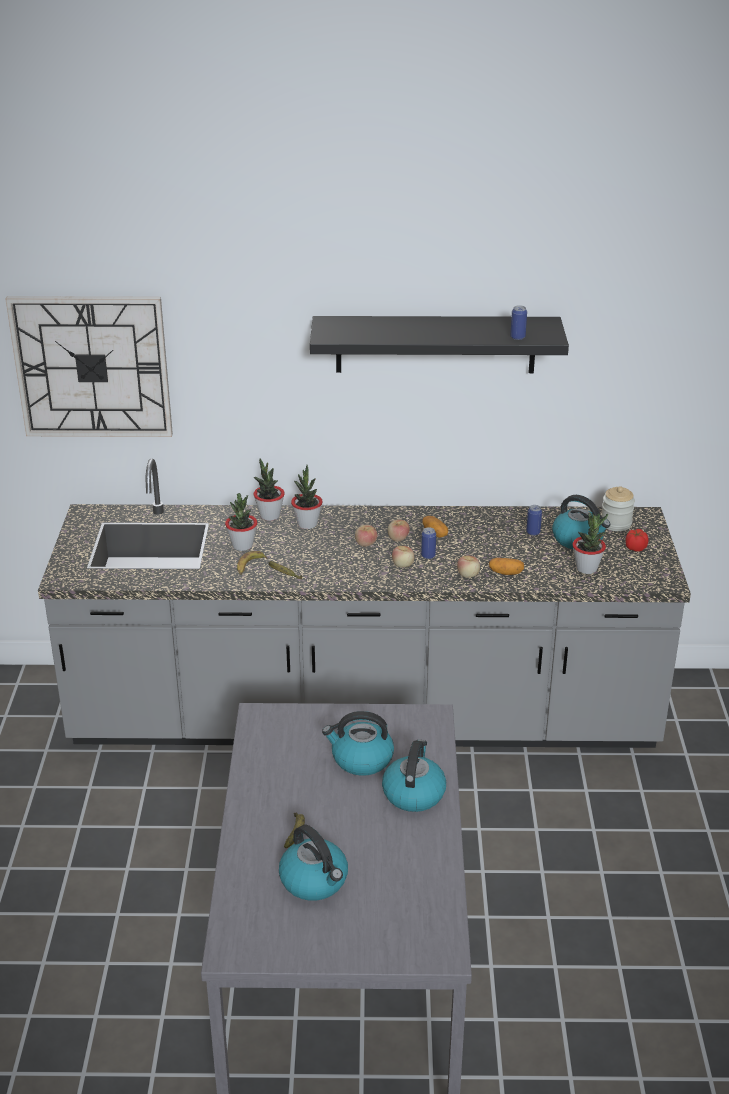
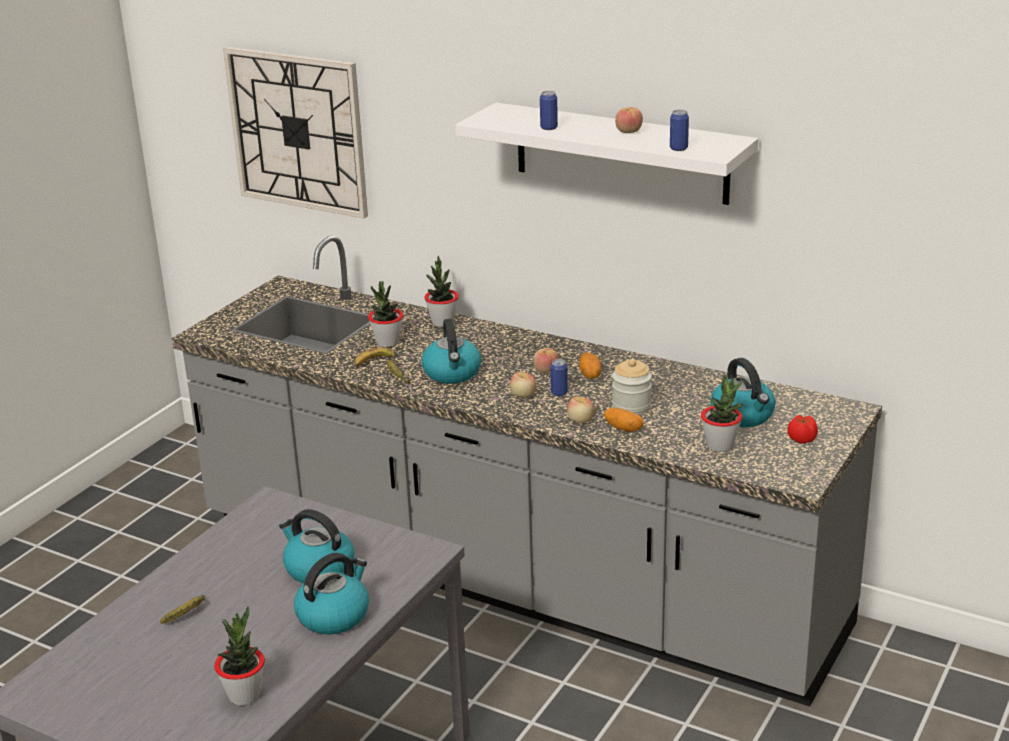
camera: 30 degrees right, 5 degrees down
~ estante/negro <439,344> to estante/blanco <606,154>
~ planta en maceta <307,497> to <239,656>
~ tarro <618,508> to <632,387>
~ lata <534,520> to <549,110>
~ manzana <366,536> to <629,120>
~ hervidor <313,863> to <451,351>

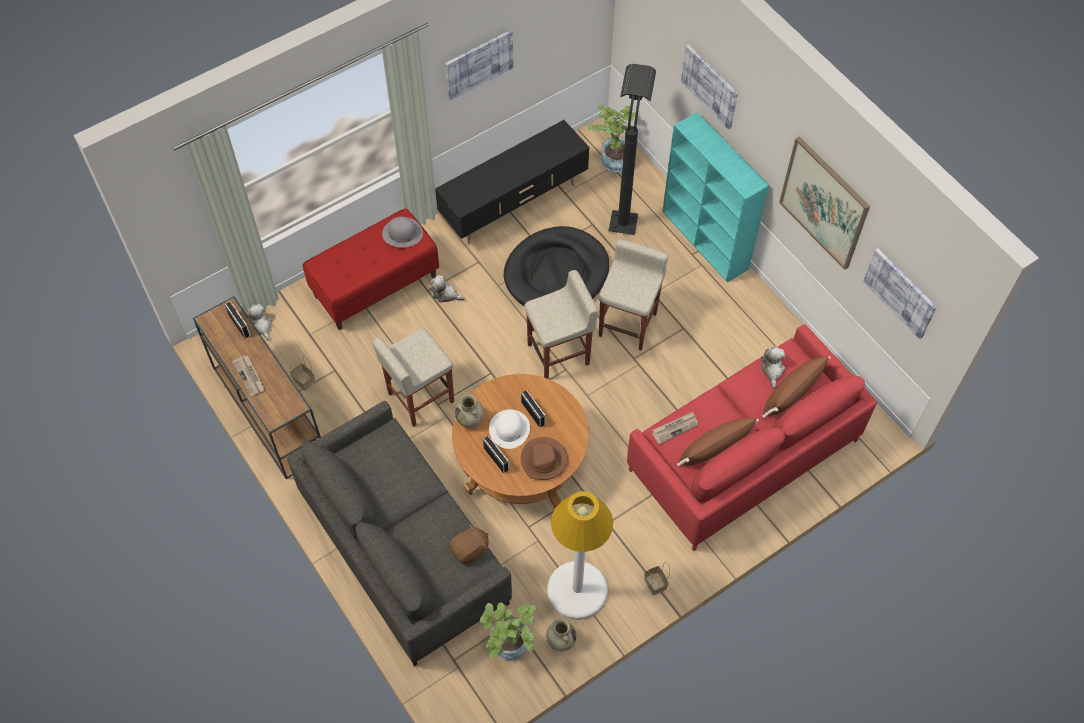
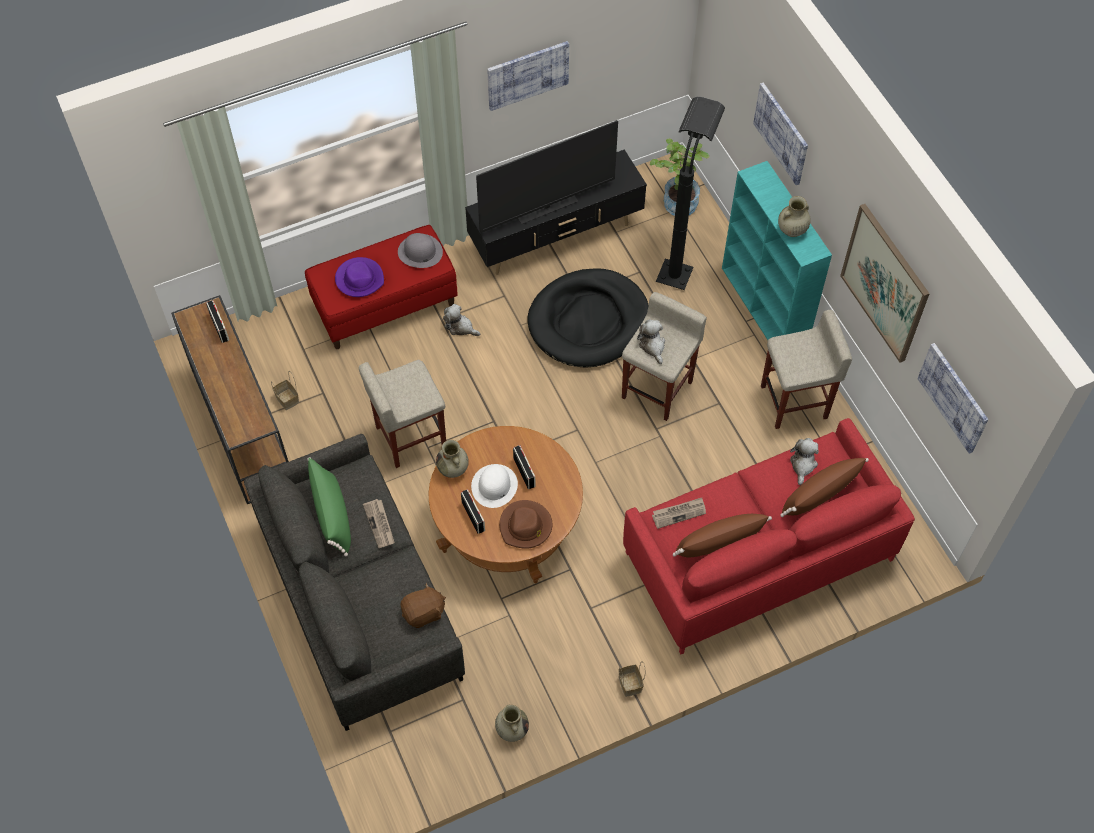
camera: 10 degrees right, 0 degrees up
~ taburete/beis <561,324> to <806,369>
~ peluche <259,322> to <651,341>
~ periódico <248,375> to <379,523>
- lámpara de pie/blanco <580,555>
- planta en maceta <508,631>
+ televisor <547,176>
+ florero/beis <794,216>
+ sombrero/morado <359,277>
+ cojín/verde <329,506>

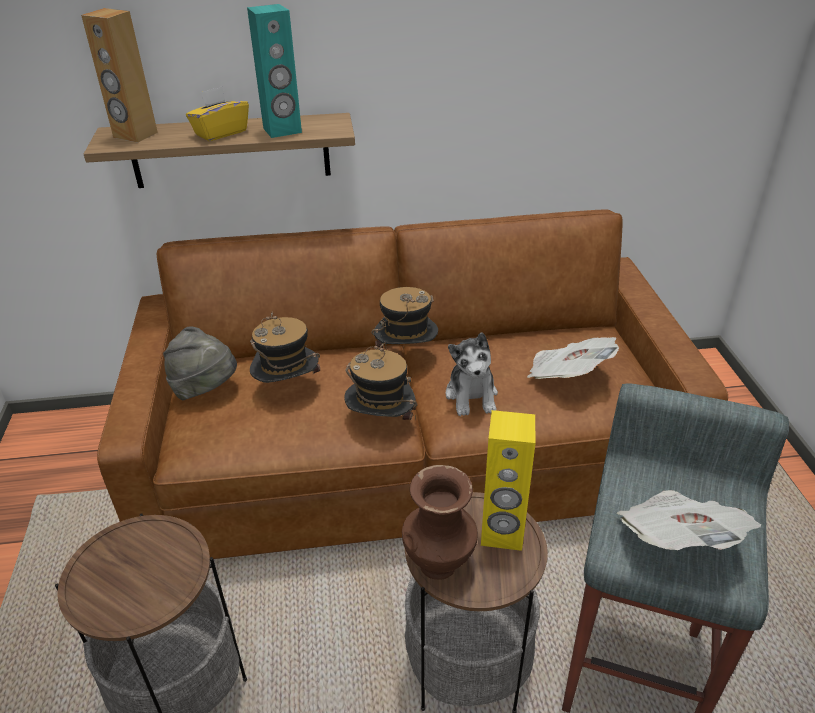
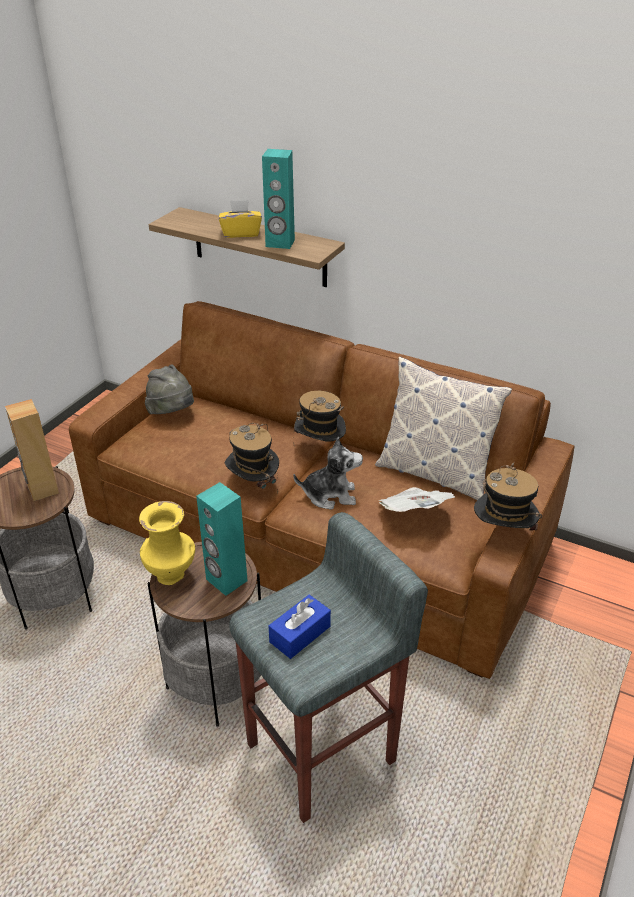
camera: 35 degrees right, 0 degrees up
~ altavoz/marrón <119,75> to <32,450>
~ sombrero <285,347> to <508,496>
~ peluche <472,374> = <328,473> 120 degrees counterclockwise
~ altavoz/amarillo <508,480> to altavoz/turquesa <222,539>
~ florero/marrón <440,522> to florero/amarillo <167,543>
~ periódico <689,520> to caja de pañuelos/azul <300,627>
+ cojín <443,428>

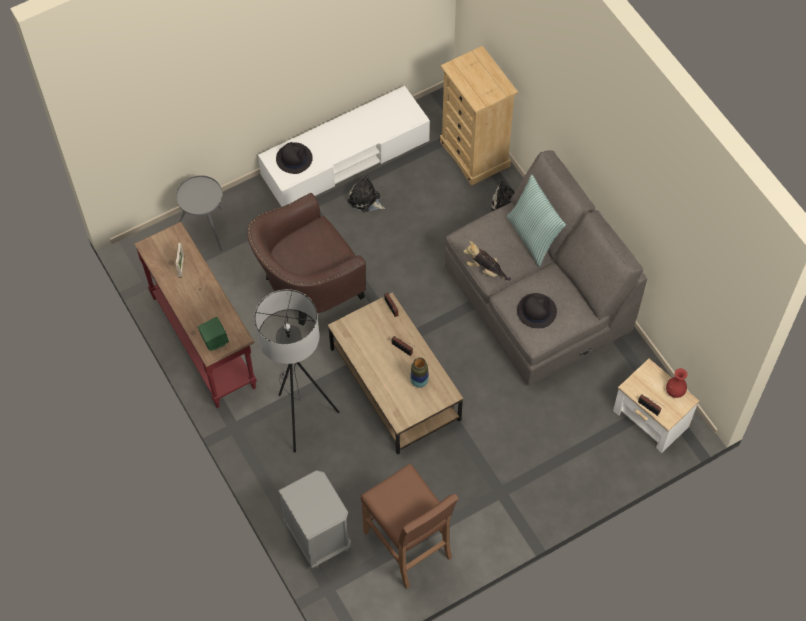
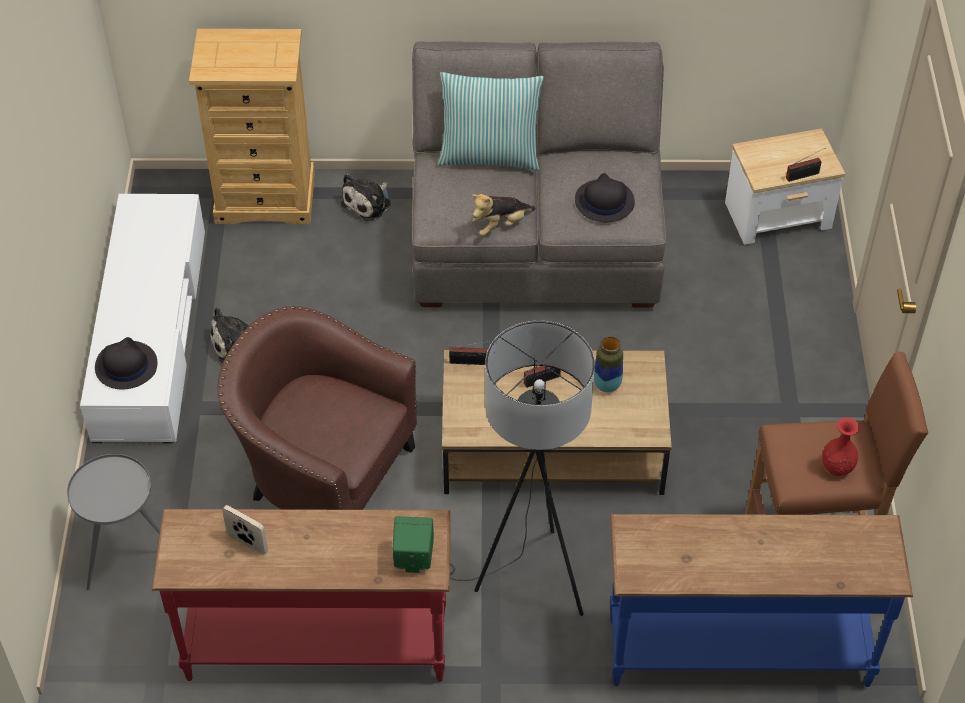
camera: 60 degrees left, 10 degrees down
~ sillón/marrón <306,259> = <317,408> 120 degrees clockwise
~ florero/rojo <676,383> to <840,447>
~ mesita de noche/gris <314,519> to mesa consola/azul <761,600>

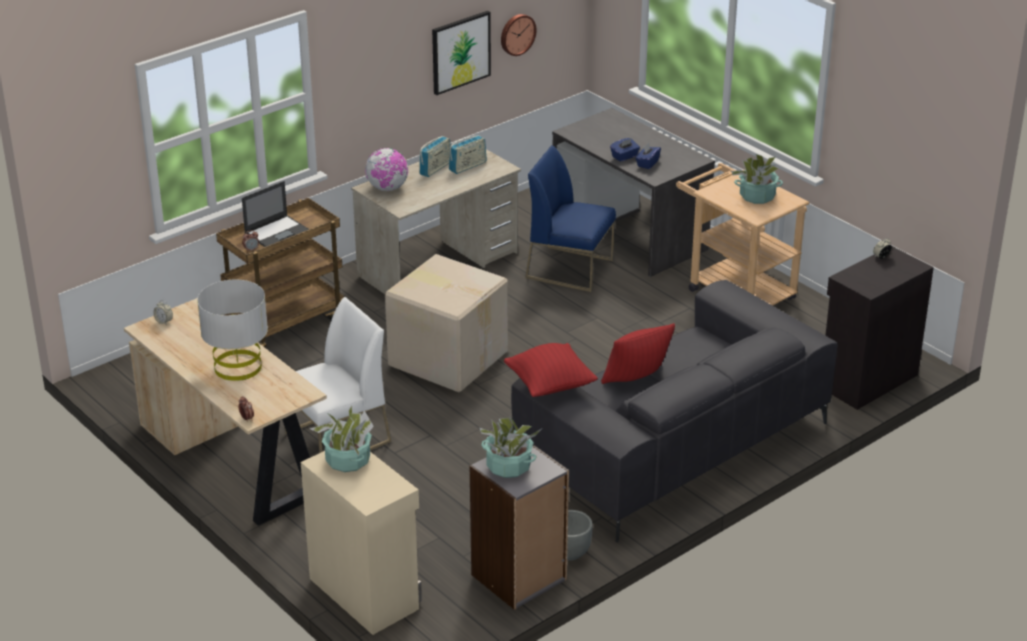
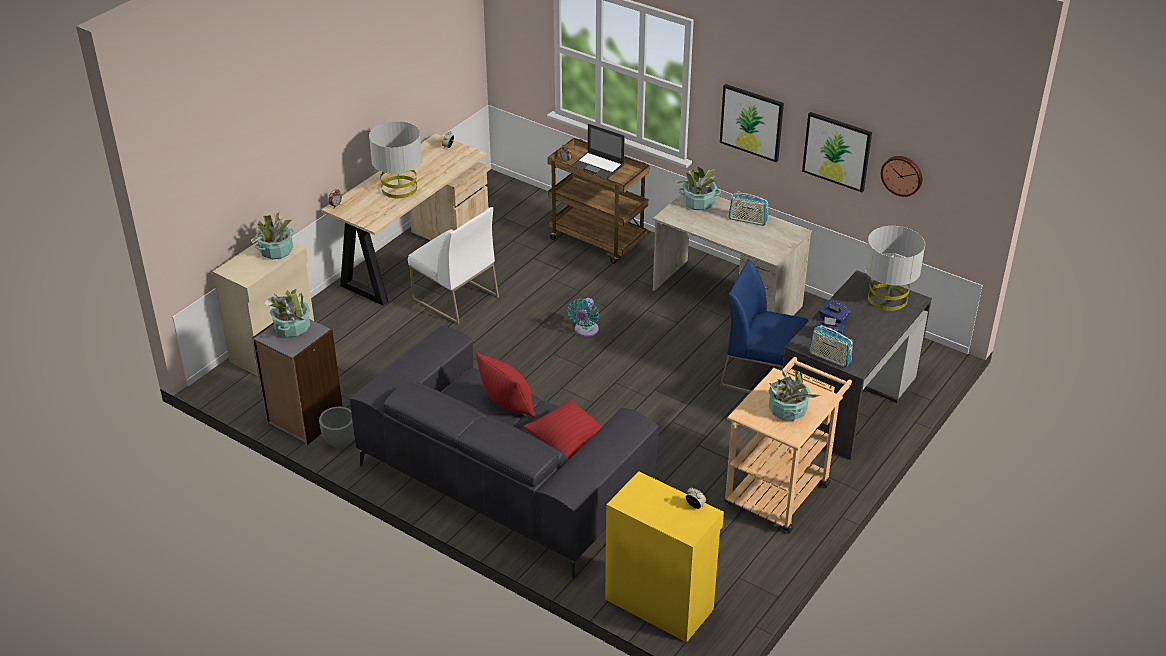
camera: 75 degrees right, 5 degrees up
~ radio <468,154> to <831,346>
~ silla/azul <570,218> = <764,326> 75 degrees counterclockwise
~ globo terráqueo <386,169> to planta en maceta <698,188>
~ armario/negro <879,328> to armario/amarillo <664,557>
~ caja de cartón <446,323> to ventilador/turquesa <583,317>
~ cojín/rojo <551,370> to <563,430>
+ cuadro <752,123>
+ lámpara de mesa/gris <894,268>

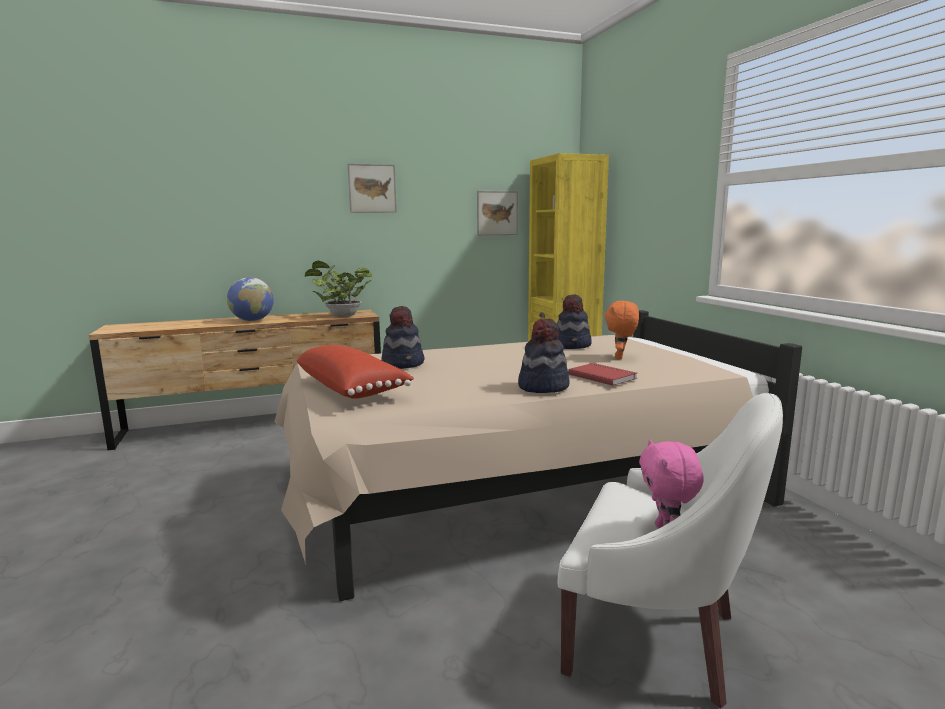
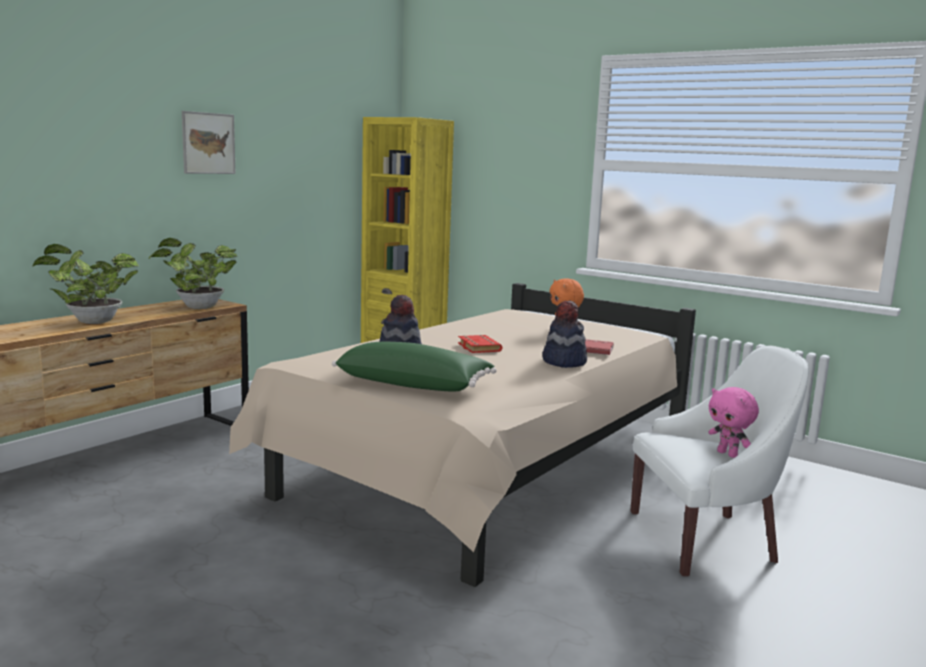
camera: 35 degrees left, 0 degrees up
- cuadro <497,213>
~ globo terráqueo <250,299> to planta en maceta <85,284>
- sombrero <574,321>
~ cojín/rojo <355,372> to cojín/verde <414,366>
+ libro/rojo <480,344>

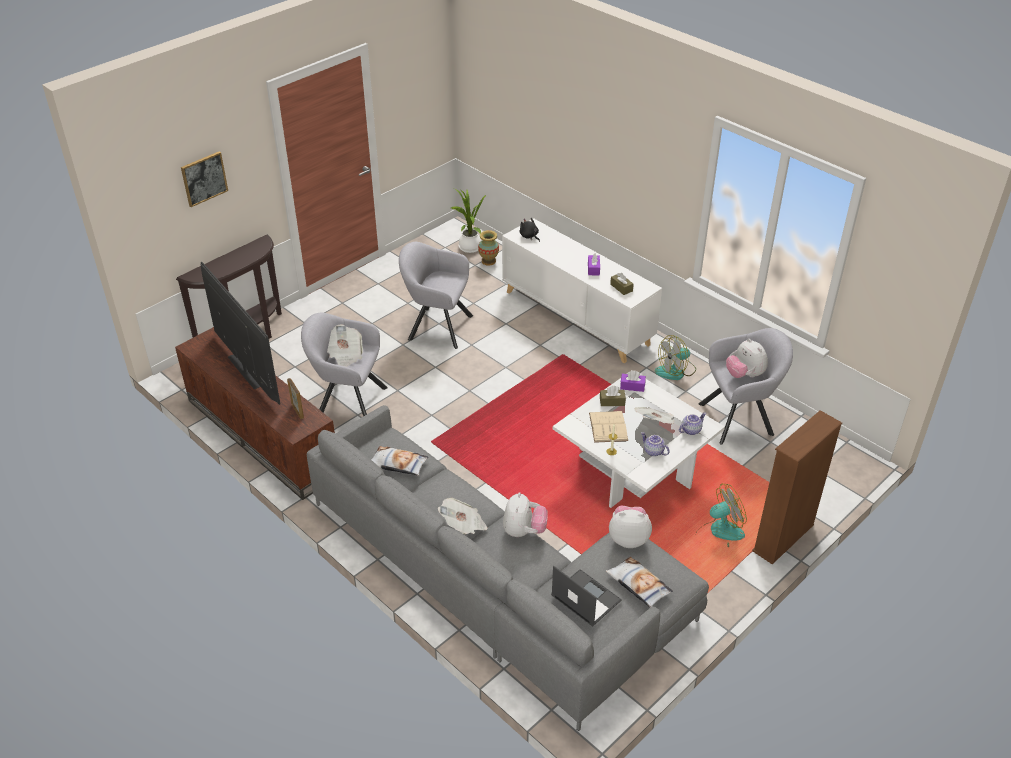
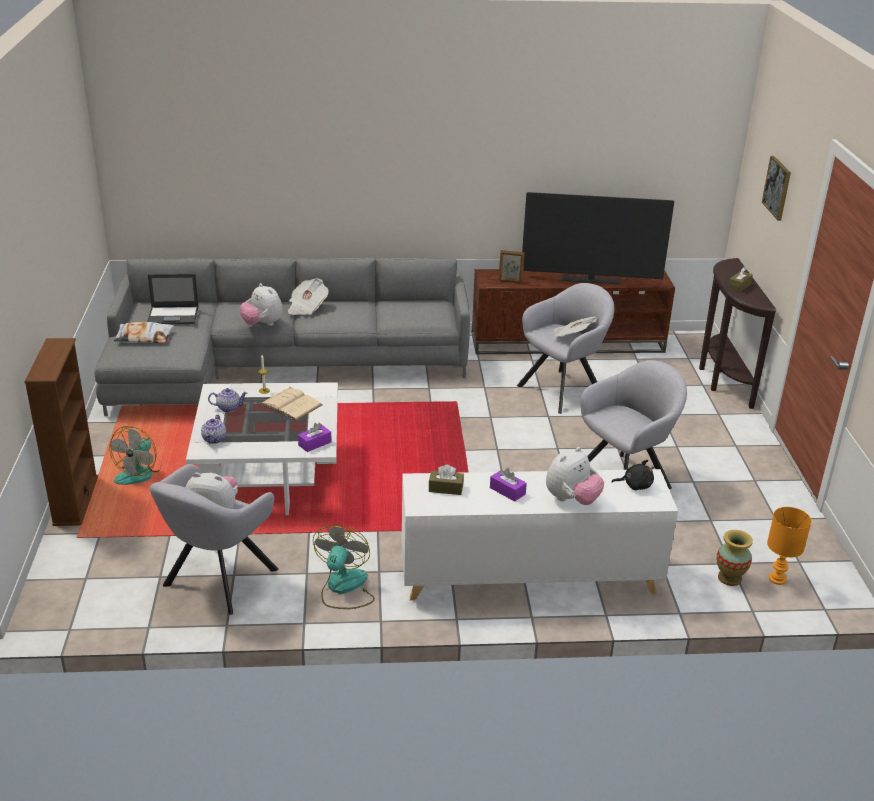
camera: 130 degrees right, 10 degrees down
~ planta en maceta <468,221> to lámpara de mesa/naranja <789,546>
~ caja de pañuelos/marrón <613,396> to <740,279>
- periódico <655,415>
- cojín <399,461>
~ peluche <630,526> to <575,476>

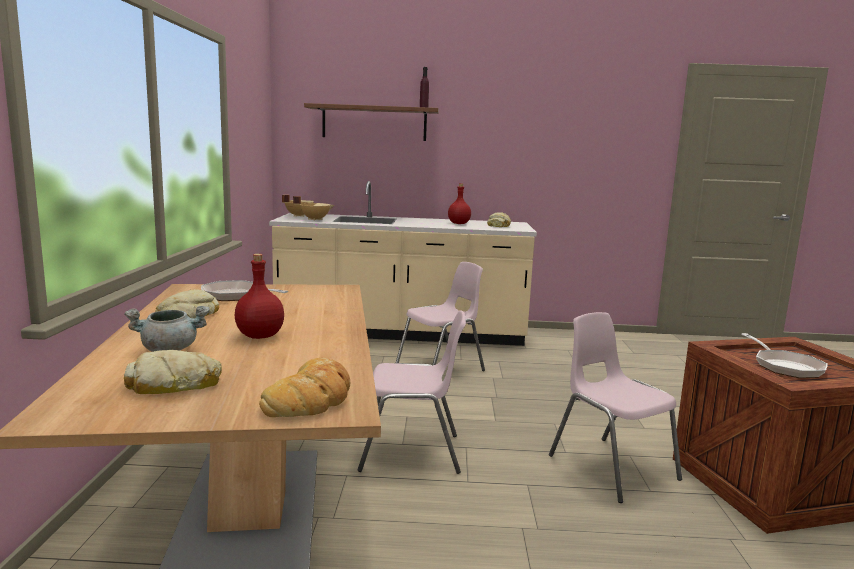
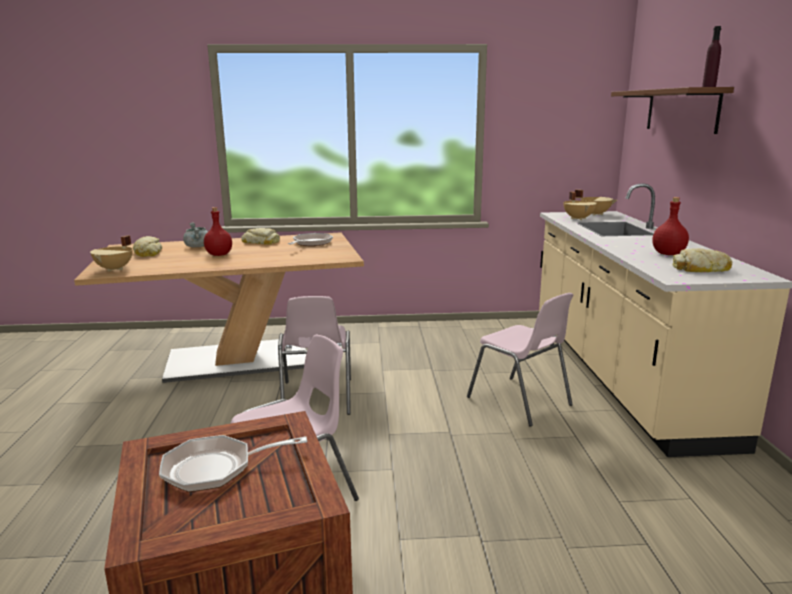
camera: 85 degrees right, 5 degrees up
~ pan <304,387> to olla/beis <111,253>

